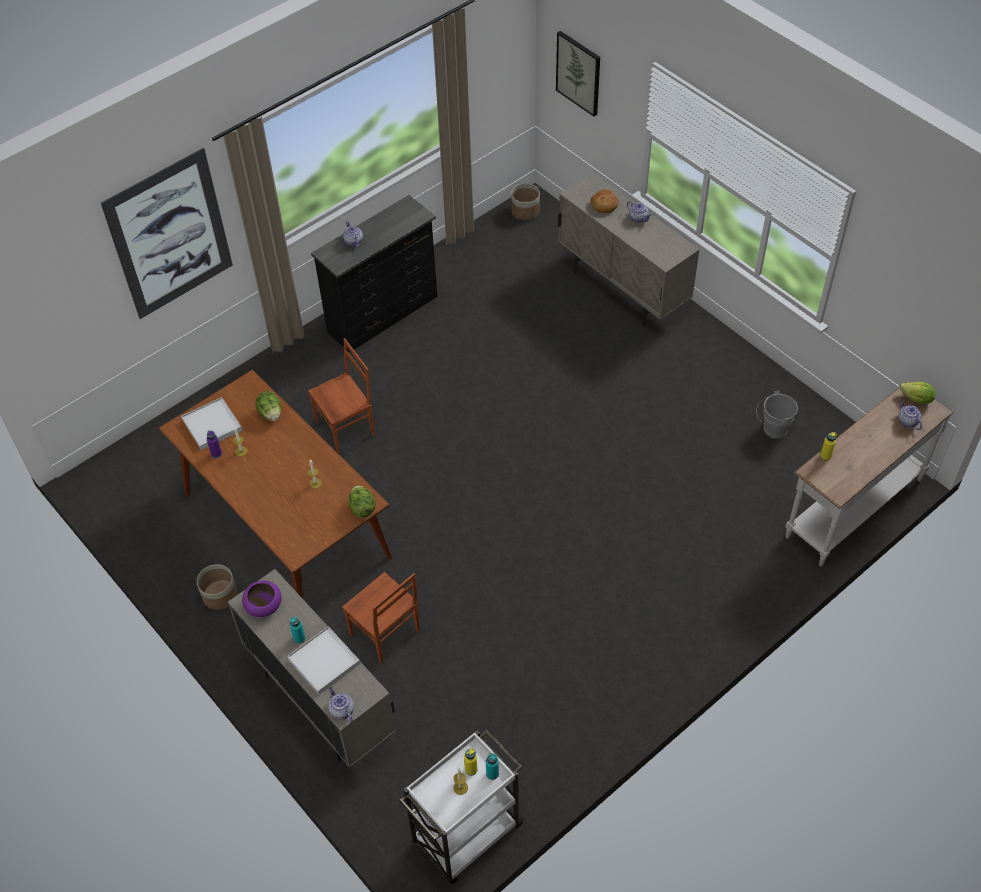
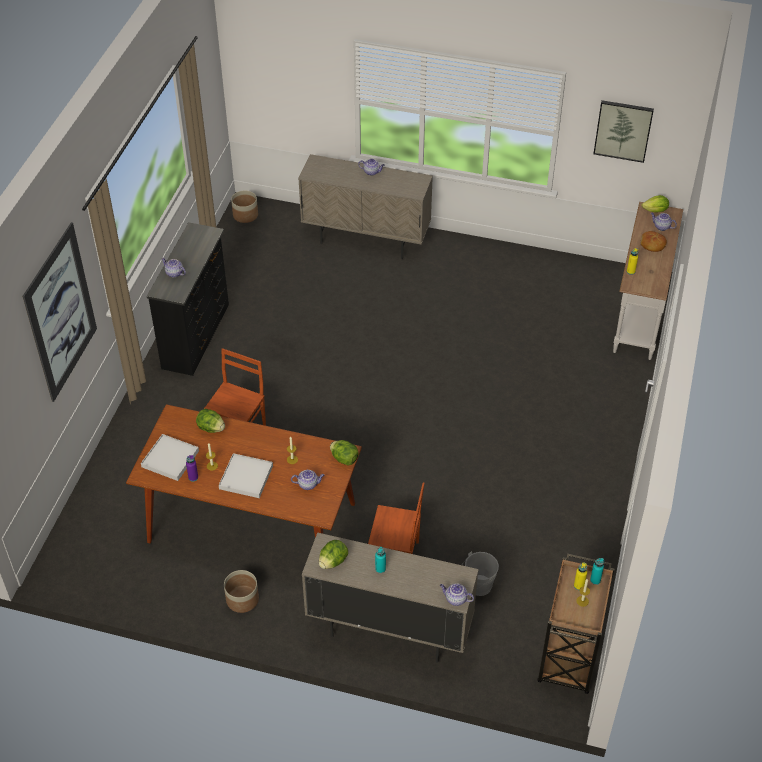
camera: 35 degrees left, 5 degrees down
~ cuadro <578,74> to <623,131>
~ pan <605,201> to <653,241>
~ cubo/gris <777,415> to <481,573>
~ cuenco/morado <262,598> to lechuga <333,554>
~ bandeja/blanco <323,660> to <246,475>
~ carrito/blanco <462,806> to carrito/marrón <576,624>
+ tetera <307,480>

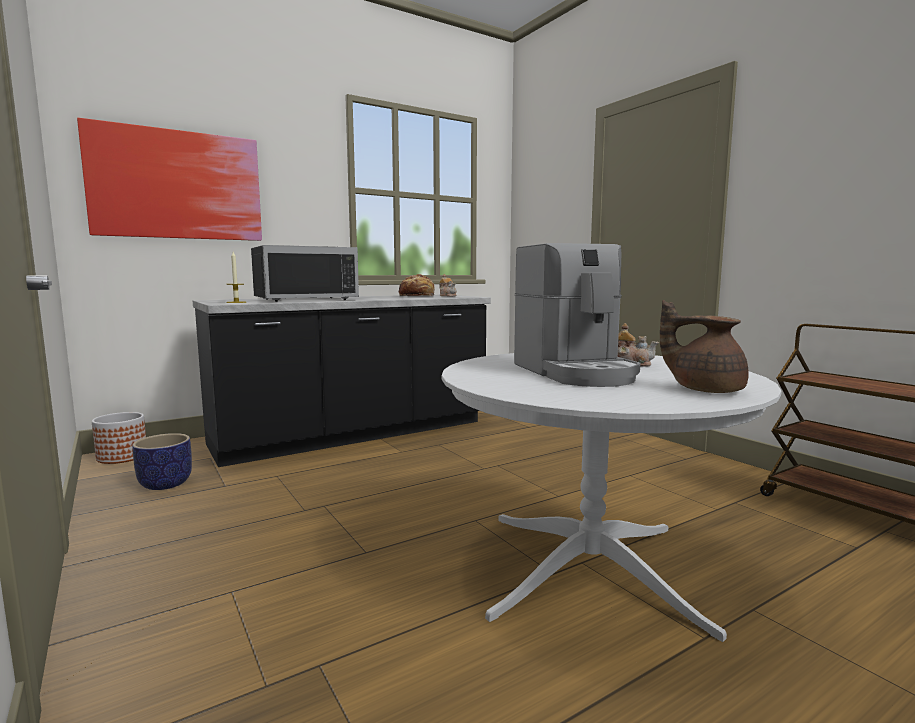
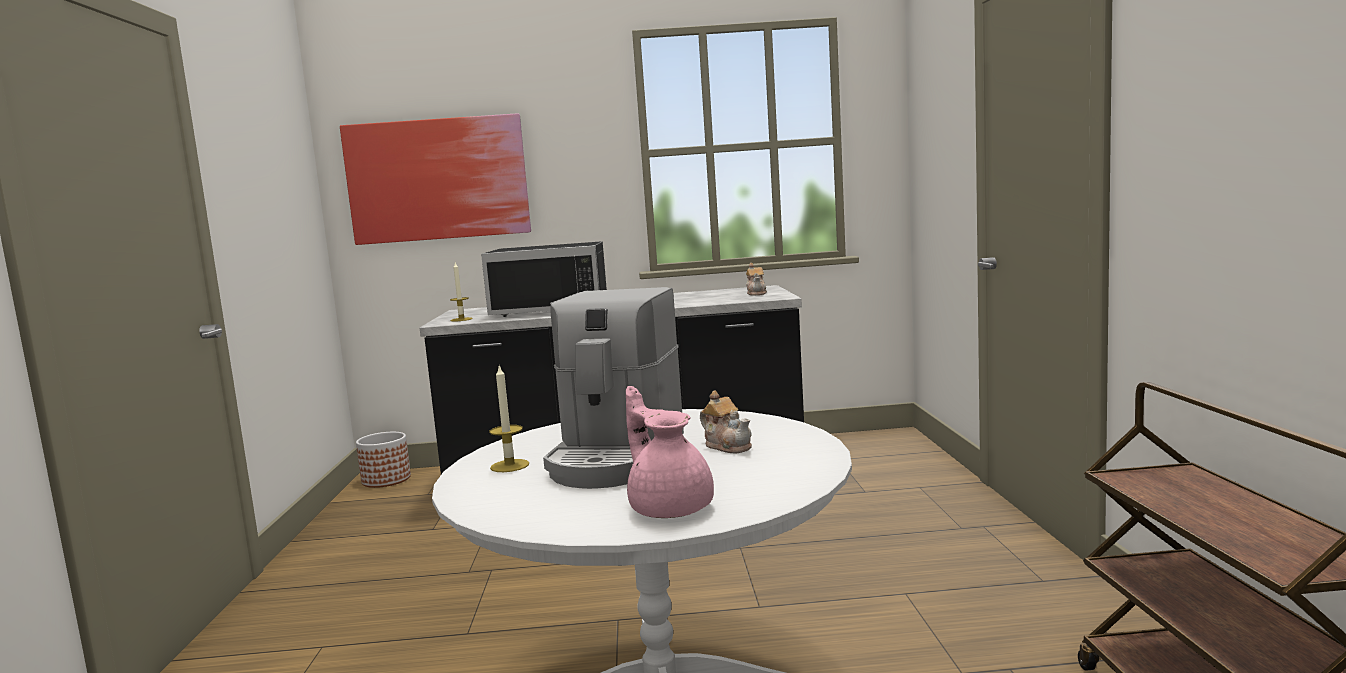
camera: 30 degrees right, 0 degrees up
- pan <417,285>
~ tetera/marrón <704,346> to tetera/rosa <670,452>
- maceta <162,461>
+ vela <509,419>

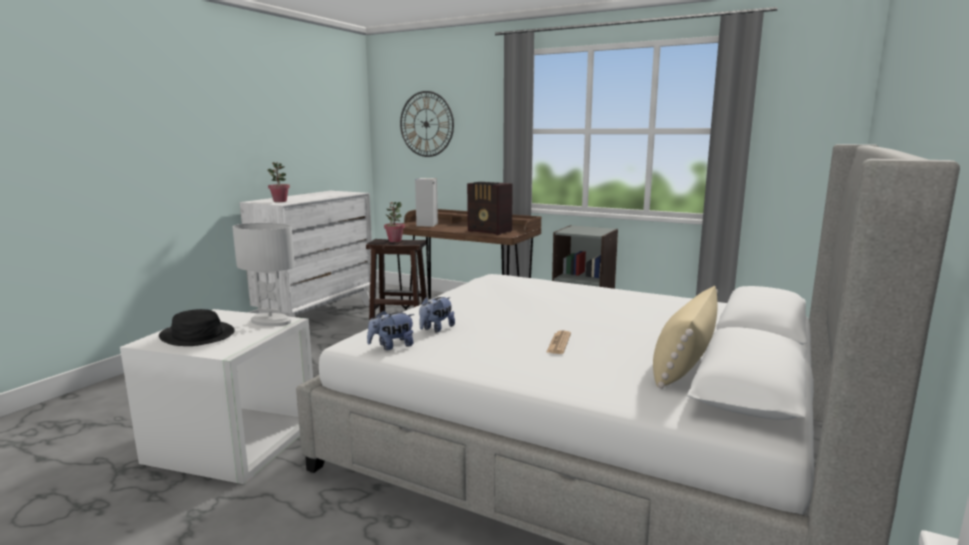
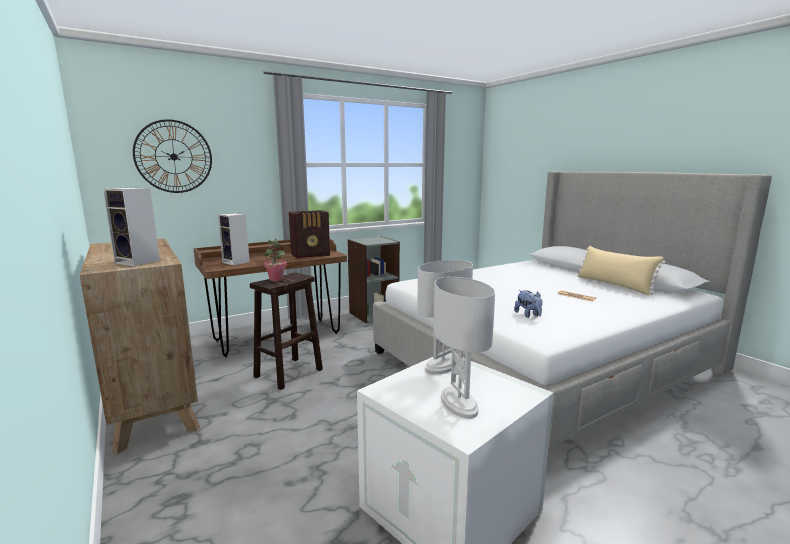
camera: 60 degrees left, 0 degrees up
~ planta en maceta <278,182> to altavoz <131,226>
~ cómoda/blanco <306,254> to cómoda/marrón <140,346>
~ sombrero/negro <197,327> to lámpara de mesa/blanco <464,348>
- peluche <391,330>

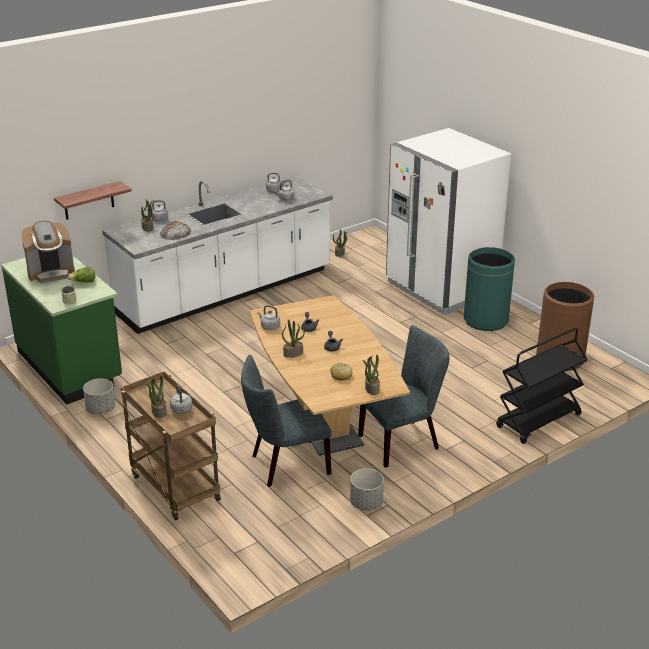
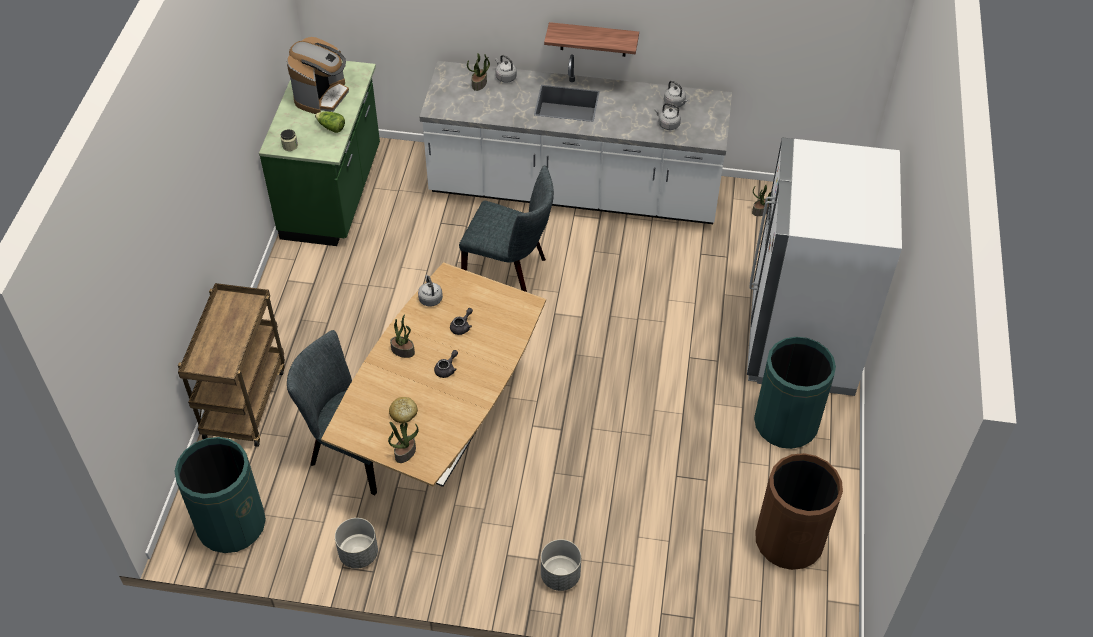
camera: 45 degrees right, 20 degrees up
~ estante <93,200> to <591,39>
~ cafetera <48,252> = <318,75> 90 degrees counterclockwise
- pan <175,230>
~ silla/gris <403,396> to <506,228>
- carrito/negro <542,386>
- planta en maceta <156,397>
~ maceta/gris <99,396> to <561,565>
- hervidor/gris <181,399>
+ papelera/verde <220,495>

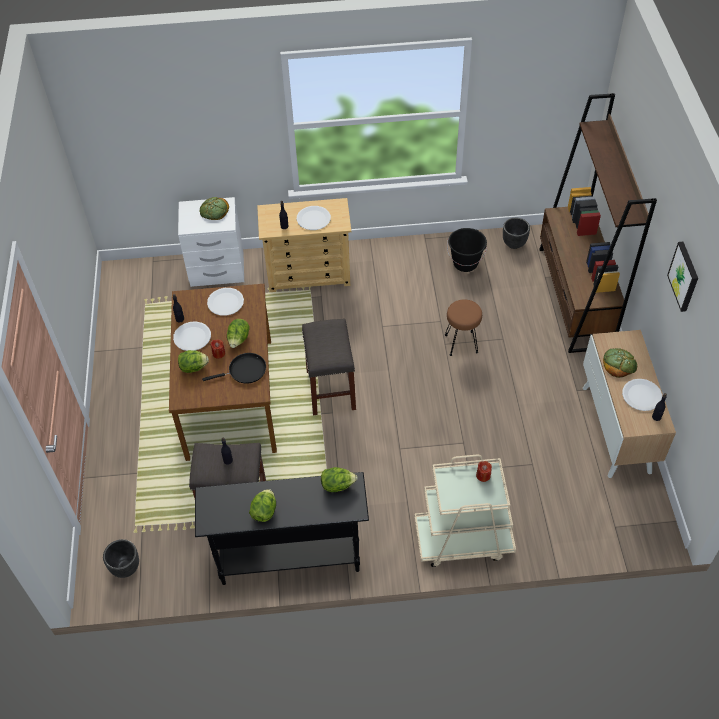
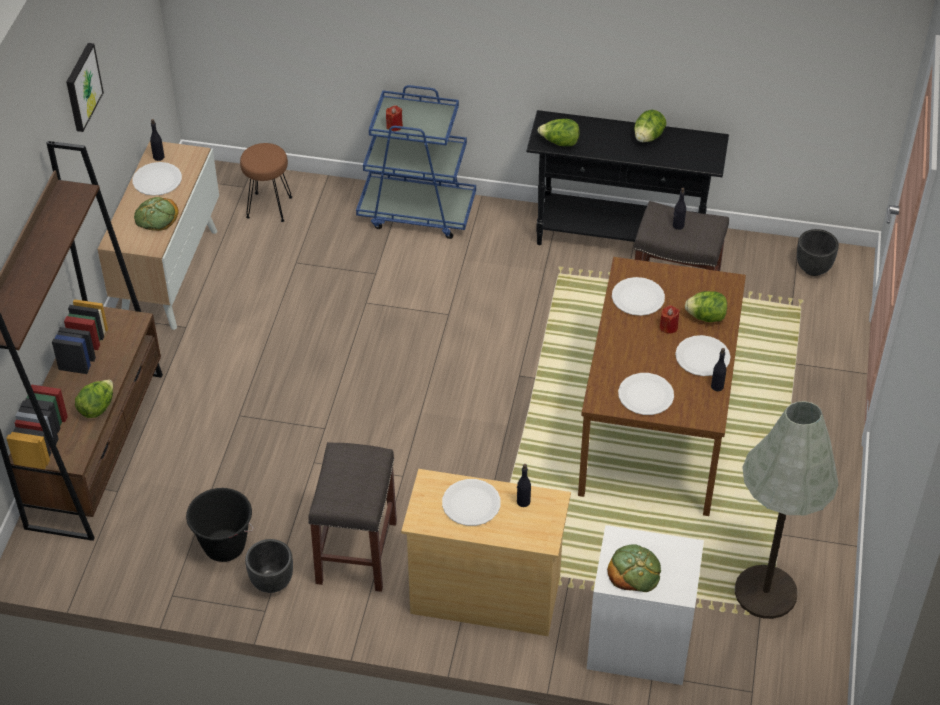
camera: 165 degrees left, 5 degrees down
~ maceta/negro <516,233> to <269,566>
~ taburete/marrón <463,327> to <266,182>
~ lechuga <238,333> to <94,399>
~ taburete/gris <329,367> to <352,517>
~ sartén/negro <234,368> to plato/blanco <638,296>
~ carrito/beis <465,510> to carrito/azul <416,162>
+ lámpara de pie/gris <787,510>

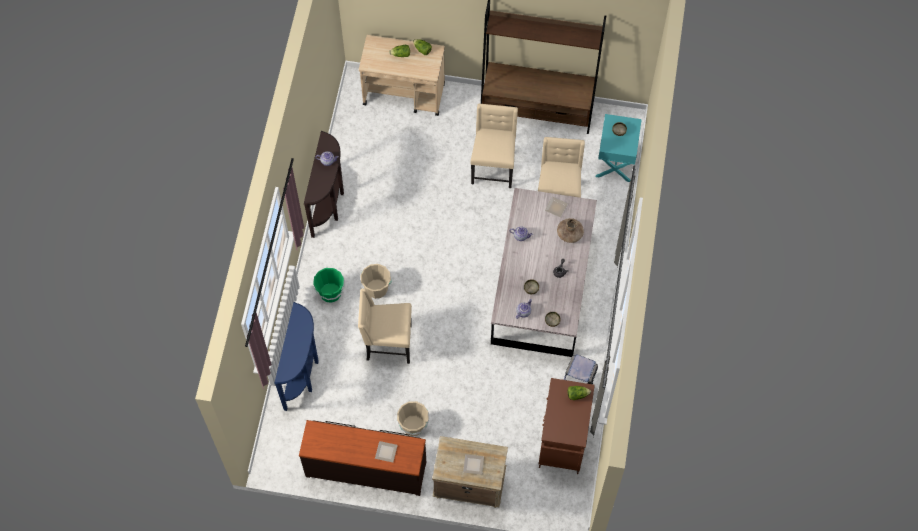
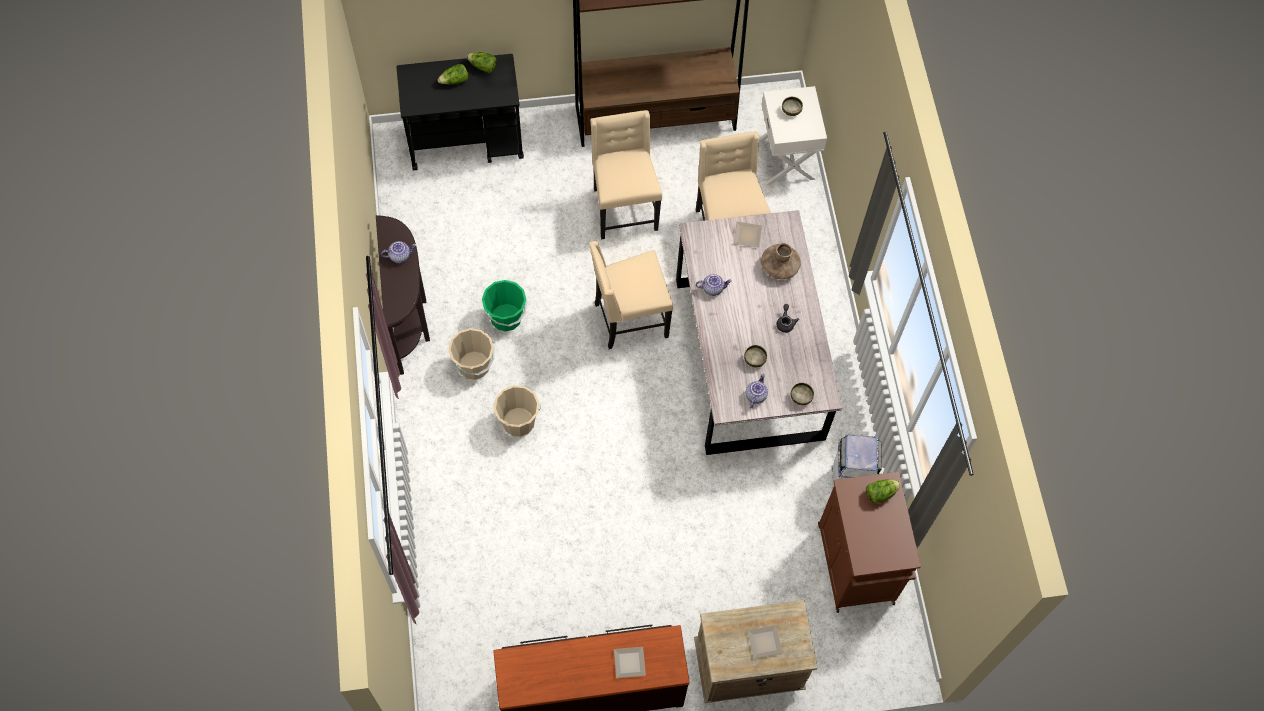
camera: 20 degrees left, 0 degrees up
~ carrito/beis <402,75> to carrito/negro <460,112>
~ mesita de noche/turquesa <619,148> to mesita de noche/blanco <793,135>
~ cubo/verde <329,285> to <504,305>
~ silla/beis <385,326> to <631,295>
- mesa consola/azul <297,356>
~ cubo/beis <413,418> to <471,354>

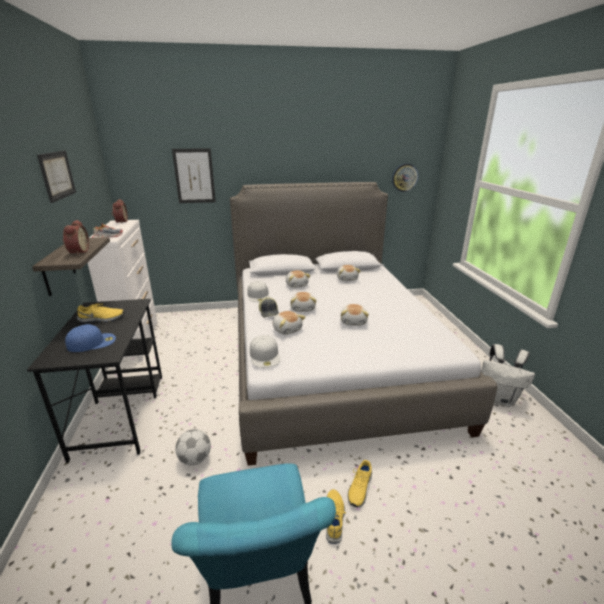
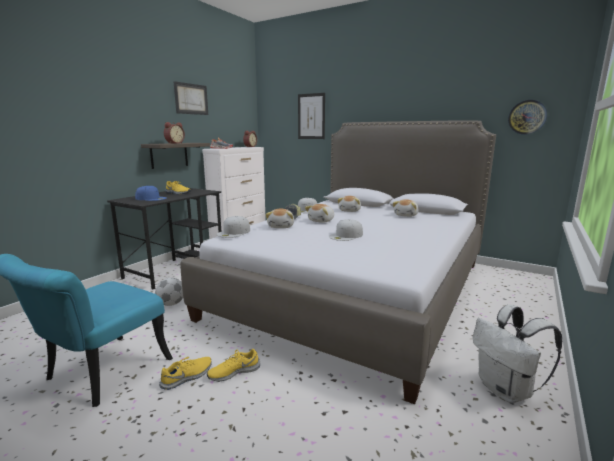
camera: 40 degrees right, 10 degrees down
~ peluche <354,315> to gorra/blanco <346,230>

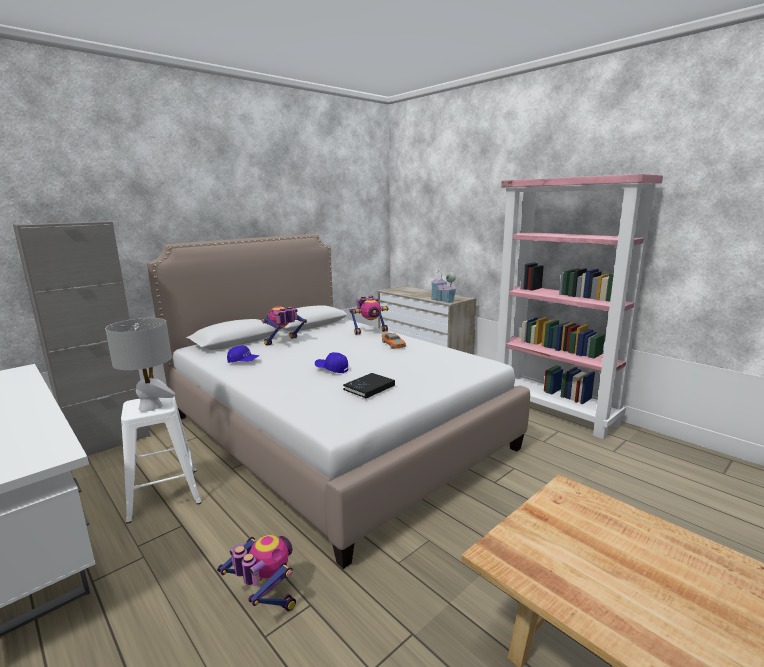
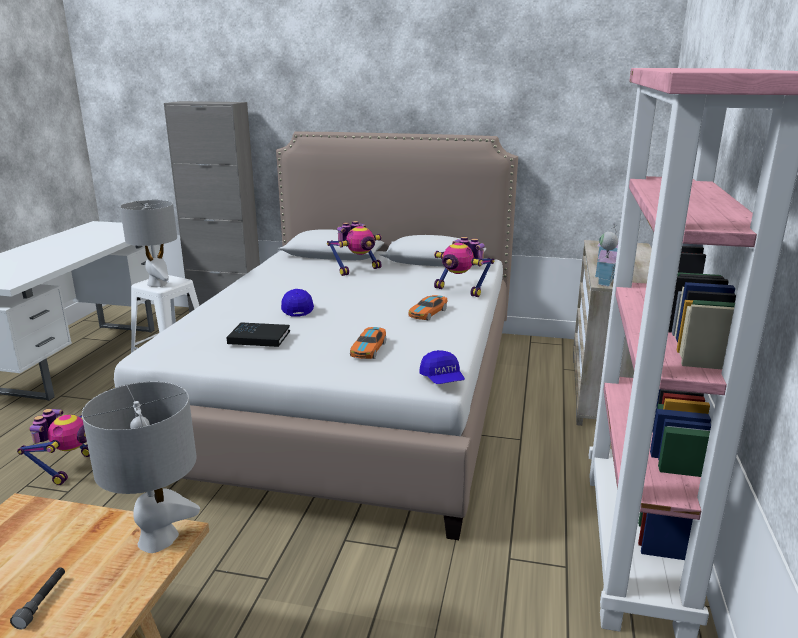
camera: 55 degrees right, 5 degrees up
~ robot de juguete <284,326> = <354,248> 135 degrees clockwise
~ gorra/azul <243,354> to <442,367>
+ coche de juguete <368,343>
+ lámpara de mesa/gris <141,467>
+ linterna/gris <37,598>

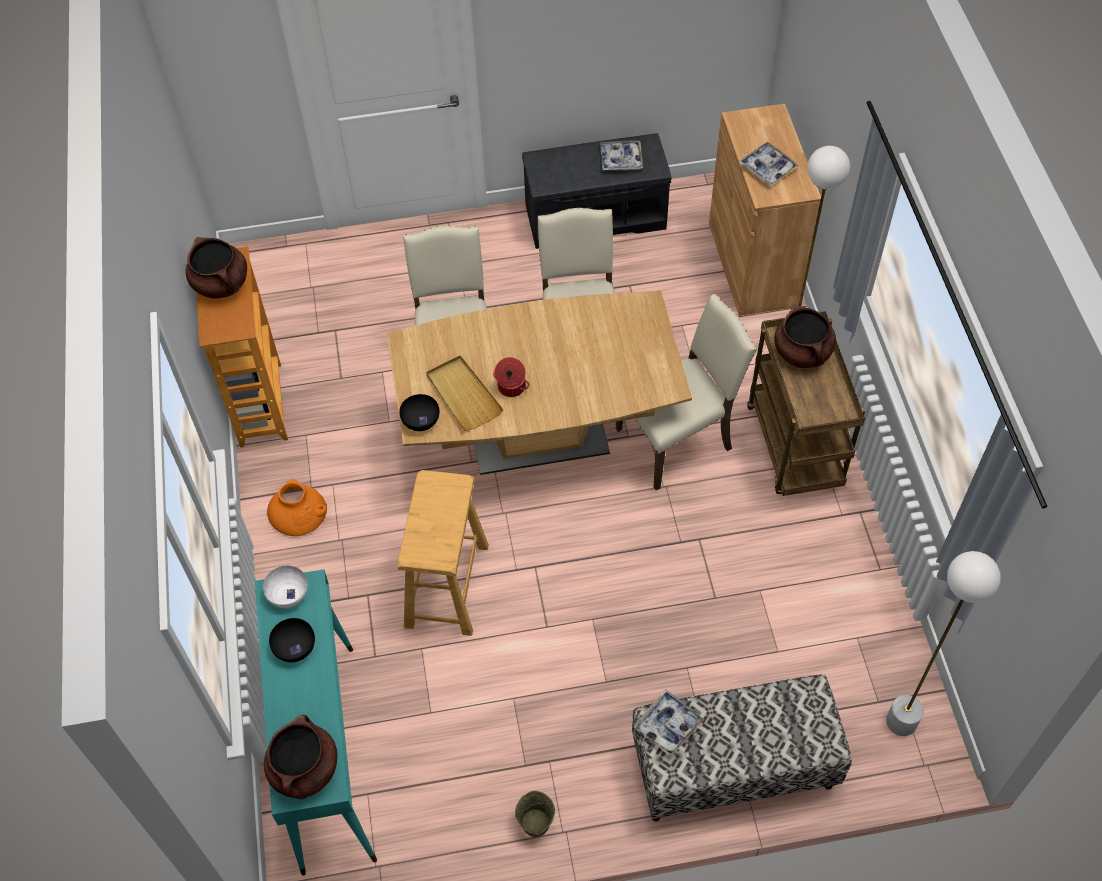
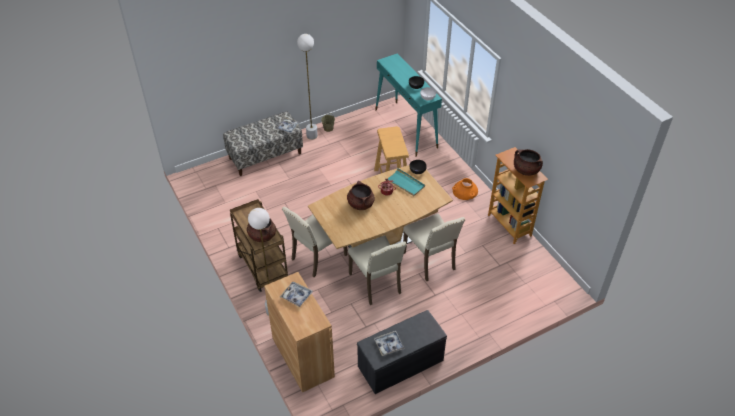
camera: 160 degrees right, 10 degrees down
~ bandeja/beis <464,393> to bandeja/turquesa <405,182>
~ lámpara de pie/blanco <943,643> to <307,87>
~ olla/marrón <300,756> to <361,195>

